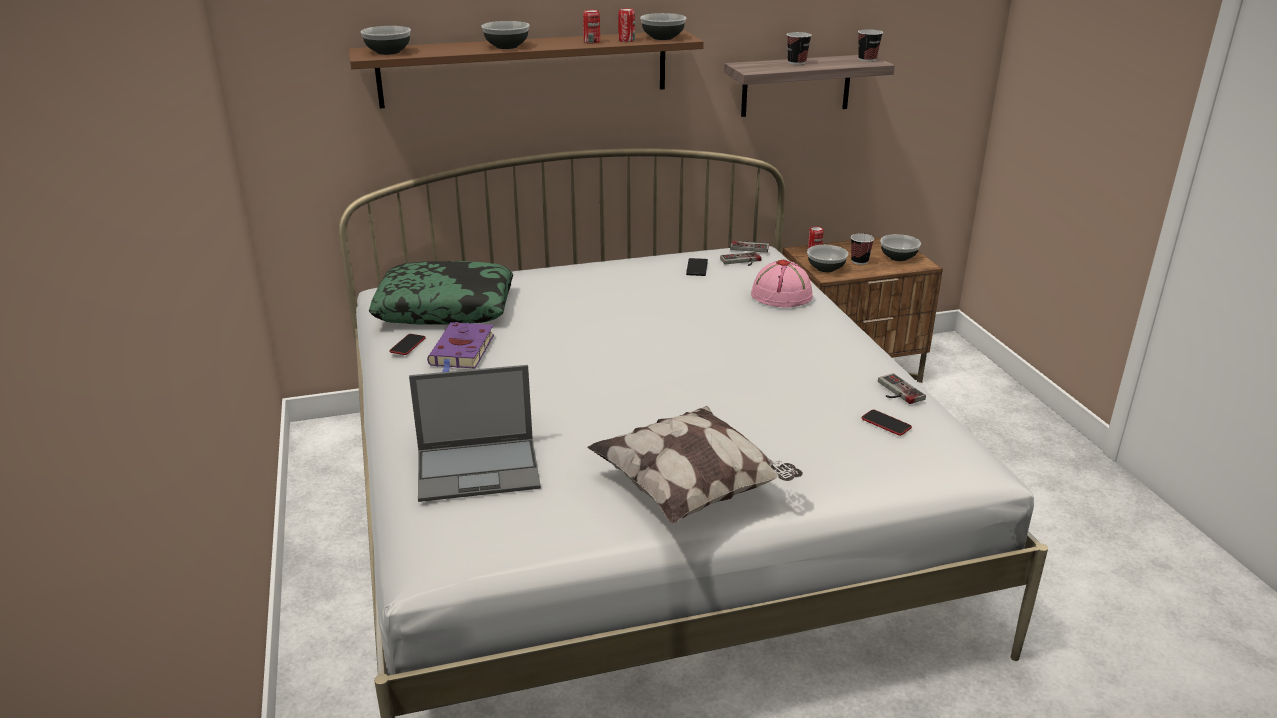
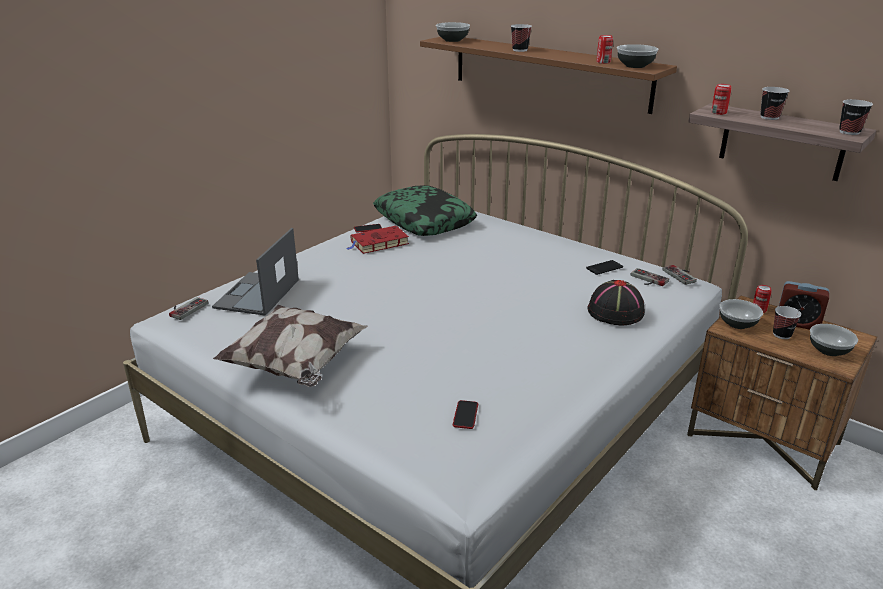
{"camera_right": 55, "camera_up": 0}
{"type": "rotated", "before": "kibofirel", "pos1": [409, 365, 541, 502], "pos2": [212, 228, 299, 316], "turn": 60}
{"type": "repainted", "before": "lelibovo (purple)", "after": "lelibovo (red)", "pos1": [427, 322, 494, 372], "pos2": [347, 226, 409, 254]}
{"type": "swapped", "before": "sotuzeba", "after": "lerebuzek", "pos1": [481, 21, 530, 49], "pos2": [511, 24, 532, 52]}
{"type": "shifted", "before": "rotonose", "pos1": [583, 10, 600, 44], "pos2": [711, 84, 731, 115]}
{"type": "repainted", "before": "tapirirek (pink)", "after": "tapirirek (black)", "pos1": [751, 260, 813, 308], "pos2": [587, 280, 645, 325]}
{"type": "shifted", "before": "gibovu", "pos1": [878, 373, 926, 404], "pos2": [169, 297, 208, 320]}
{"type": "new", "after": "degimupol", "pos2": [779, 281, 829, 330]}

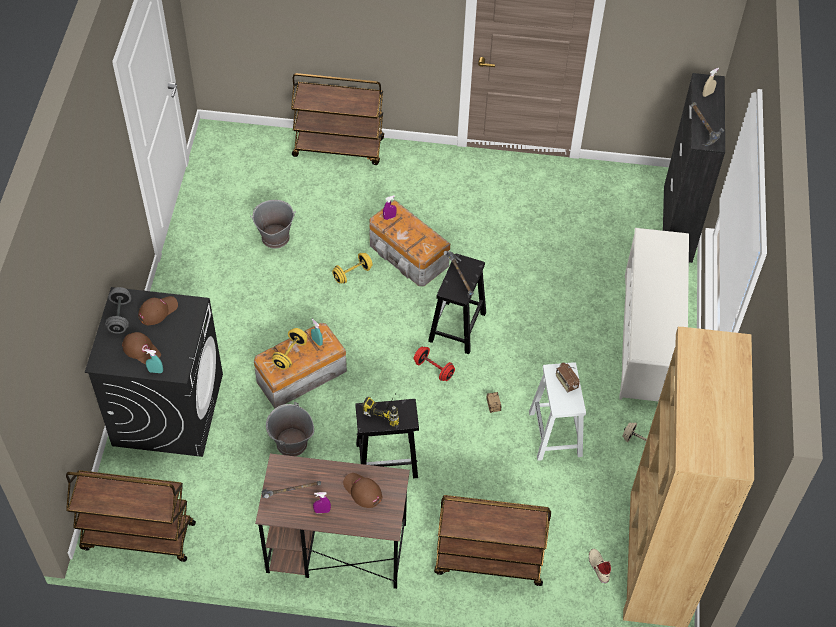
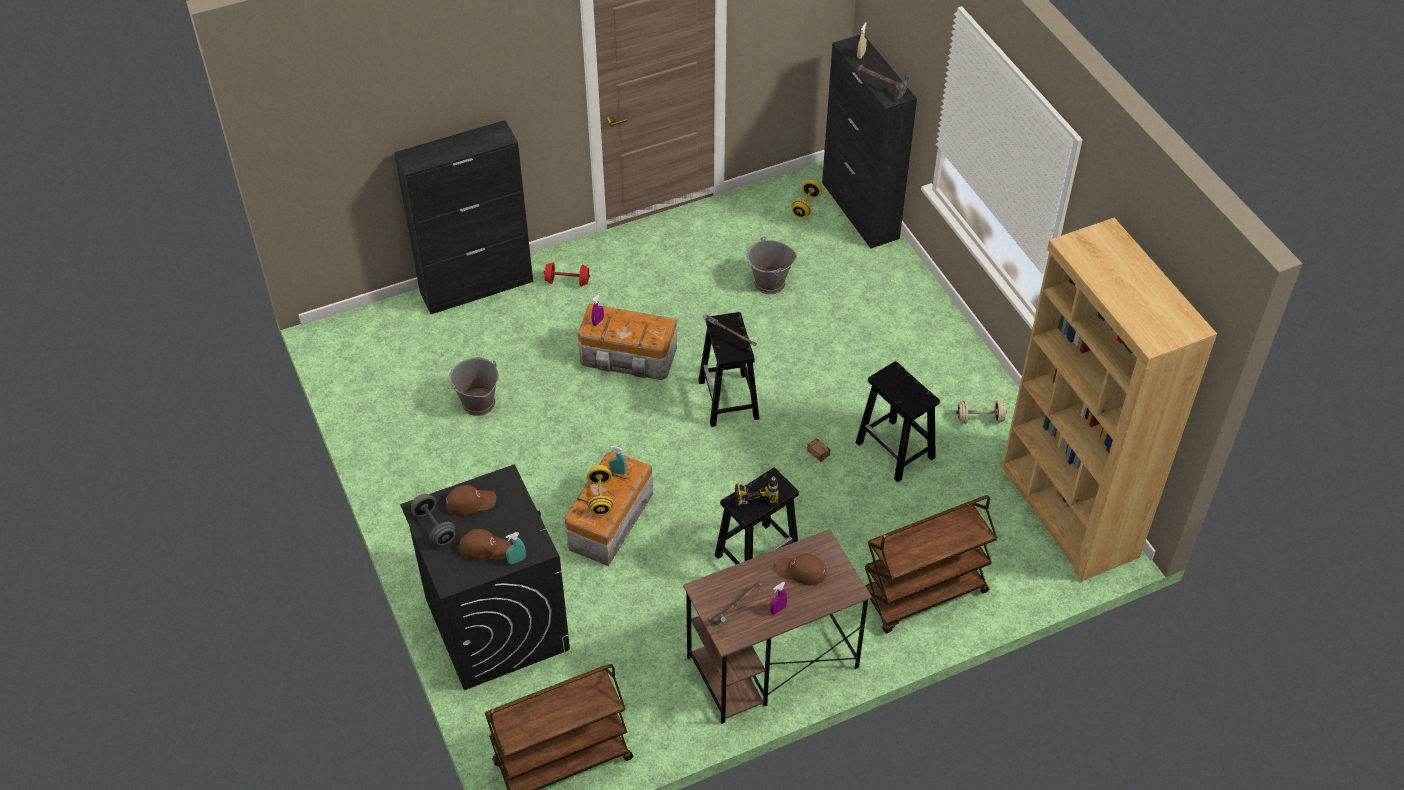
{"camera_right": -30, "camera_up": -5}
{"type": "rotated", "before": "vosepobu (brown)", "pos1": [138, 296, 178, 325], "pos2": [446, 485, 496, 516], "turn": 60}
{"type": "shifted", "before": "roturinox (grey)", "pos1": [266, 402, 314, 456], "pos2": [747, 237, 797, 294]}
{"type": "swapped", "before": "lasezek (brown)", "after": "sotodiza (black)", "pos1": [291, 73, 384, 165], "pos2": [394, 120, 533, 314]}
{"type": "shifted", "before": "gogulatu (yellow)", "pos1": [332, 253, 373, 284], "pos2": [791, 180, 822, 218]}
{"type": "shifted", "before": "gogulatu (red)", "pos1": [414, 347, 455, 381], "pos2": [544, 262, 590, 286]}
{"type": "repainted", "before": "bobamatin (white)", "after": "bobamatin (black)", "pos1": [529, 362, 586, 461], "pos2": [855, 361, 940, 482]}
{"type": "gone", "before": "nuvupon", "pos1": [556, 362, 580, 392]}
{"type": "gone", "before": "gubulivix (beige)", "pos1": [589, 549, 611, 583]}
{"type": "gone", "before": "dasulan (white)", "pos1": [619, 228, 689, 402]}

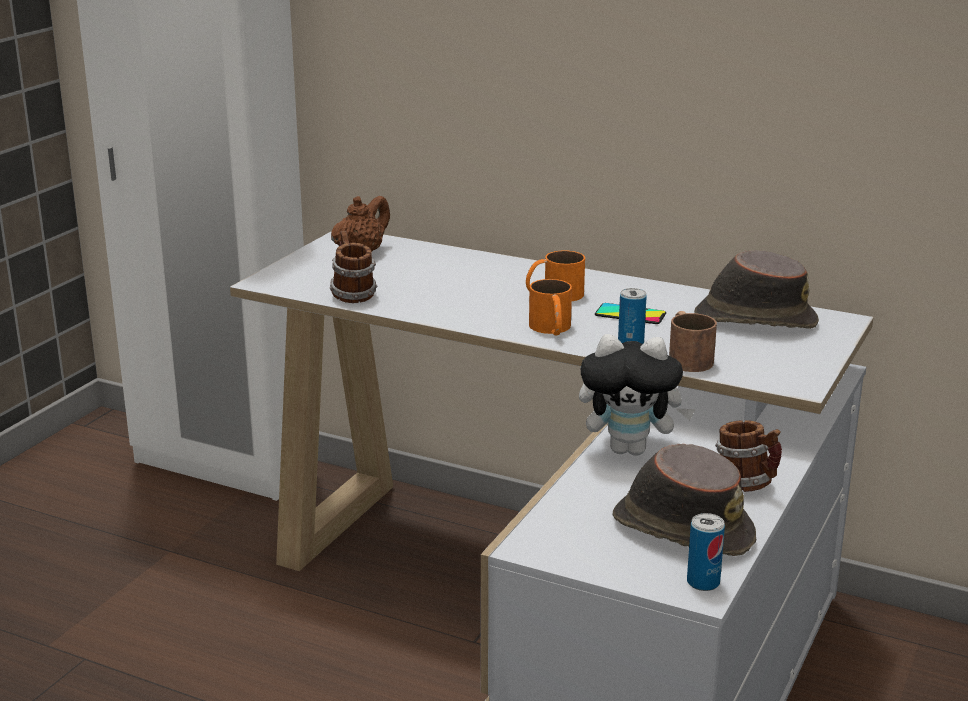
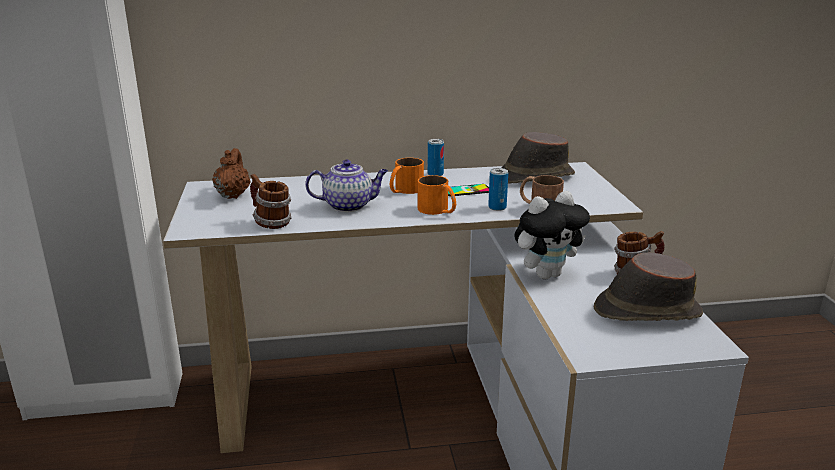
{"camera_right": -35, "camera_up": 0}
{"type": "shifted", "before": "rotonose", "pos1": [687, 513, 725, 591], "pos2": [428, 139, 444, 176]}
{"type": "new", "after": "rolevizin", "pos2": [305, 160, 388, 212]}

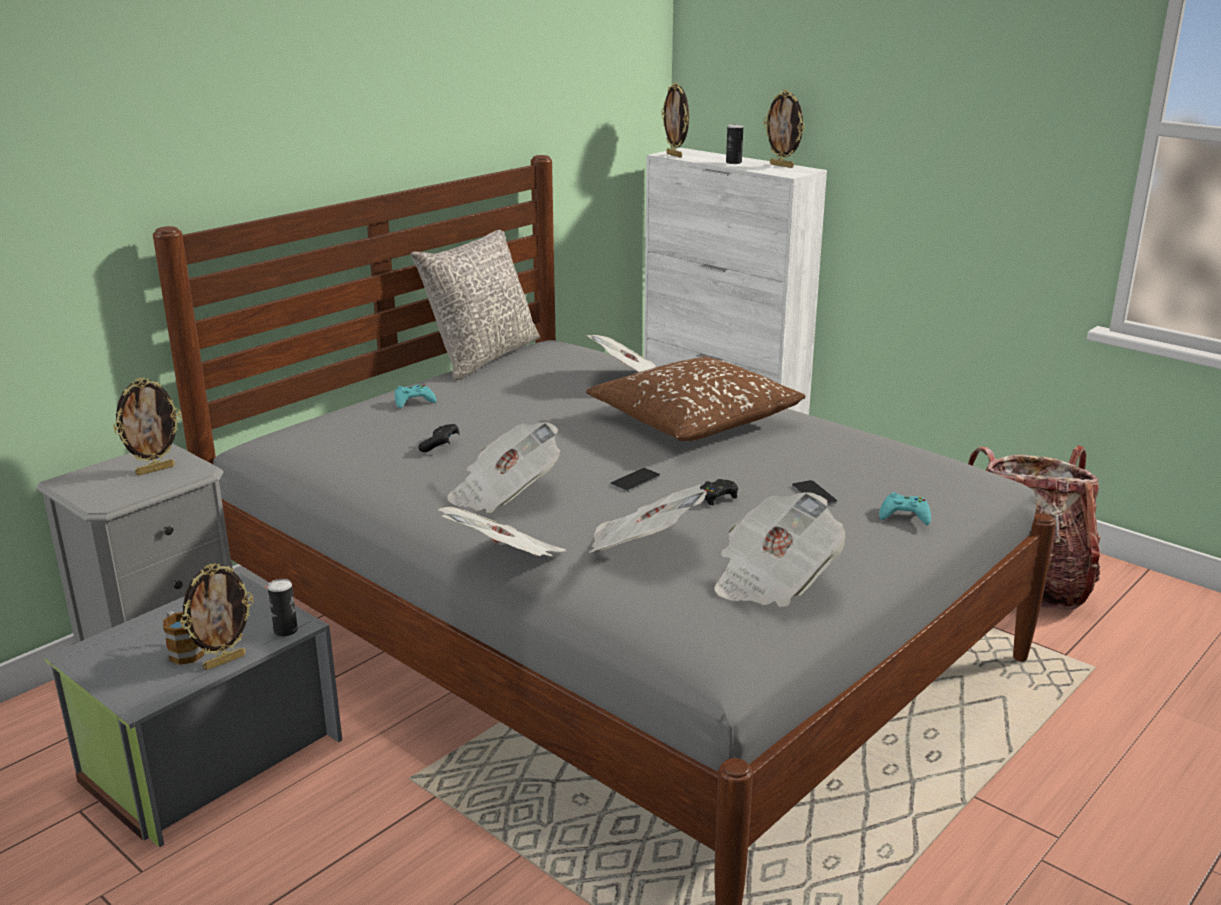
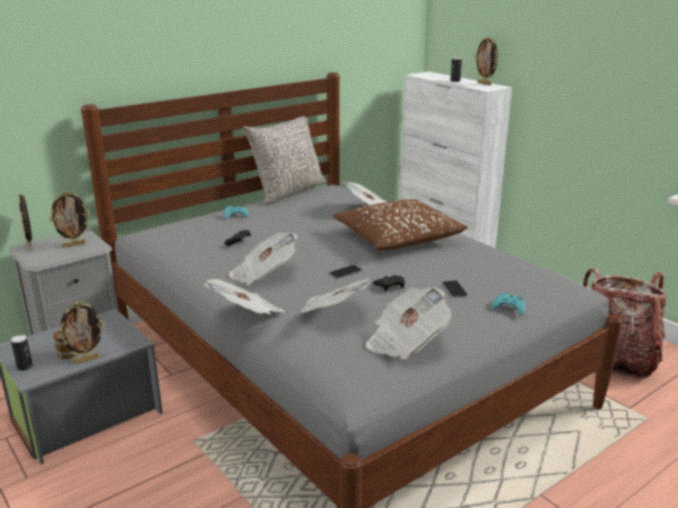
{"camera_right": 10, "camera_up": 0}
{"type": "shifted", "before": "rotonose", "pos1": [268, 579, 298, 637], "pos2": [11, 334, 33, 371]}
{"type": "shifted", "before": "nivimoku", "pos1": [661, 82, 689, 158], "pos2": [18, 192, 32, 252]}

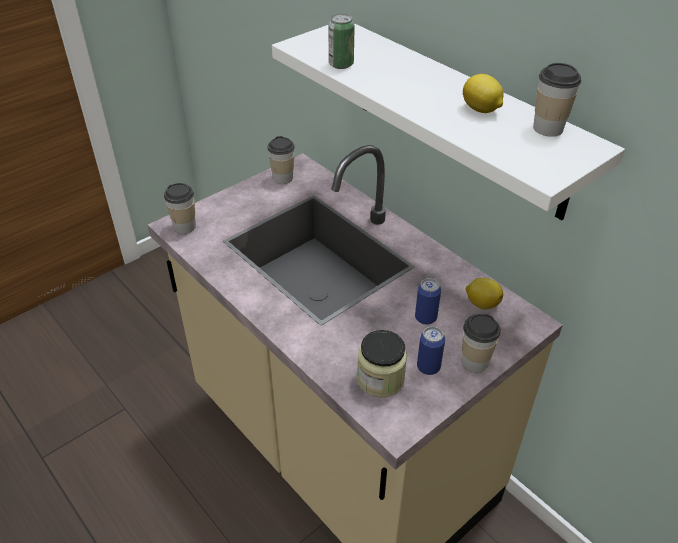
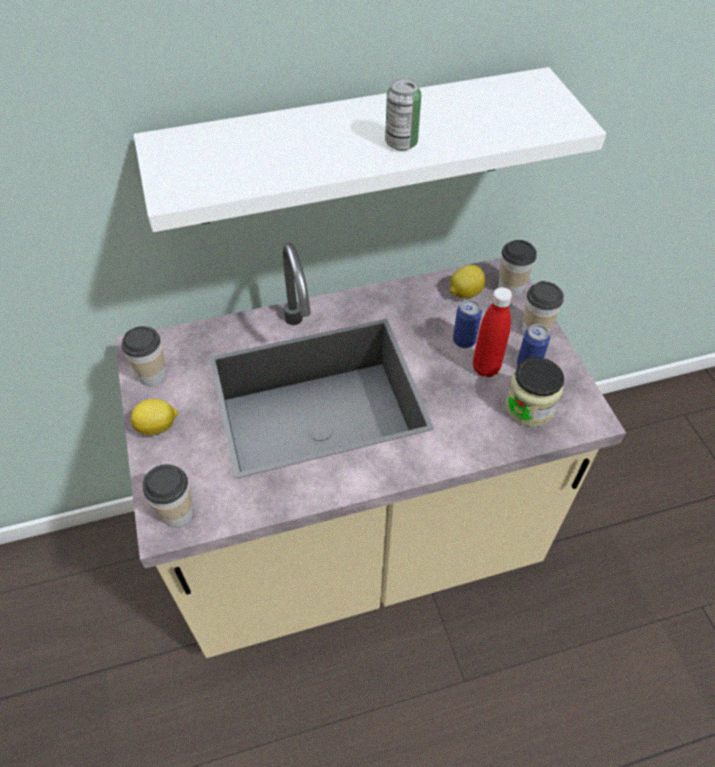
{"camera_right": -65, "camera_up": 10}
{"type": "shifted", "before": "rotonose", "pos1": [329, 14, 355, 69], "pos2": [385, 78, 421, 150]}
{"type": "shifted", "before": "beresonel", "pos1": [463, 74, 503, 113], "pos2": [131, 399, 178, 435]}
{"type": "shifted", "before": "lerebuzek", "pos1": [533, 63, 581, 137], "pos2": [498, 240, 537, 297]}
{"type": "new", "after": "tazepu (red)", "pos2": [473, 287, 513, 377]}

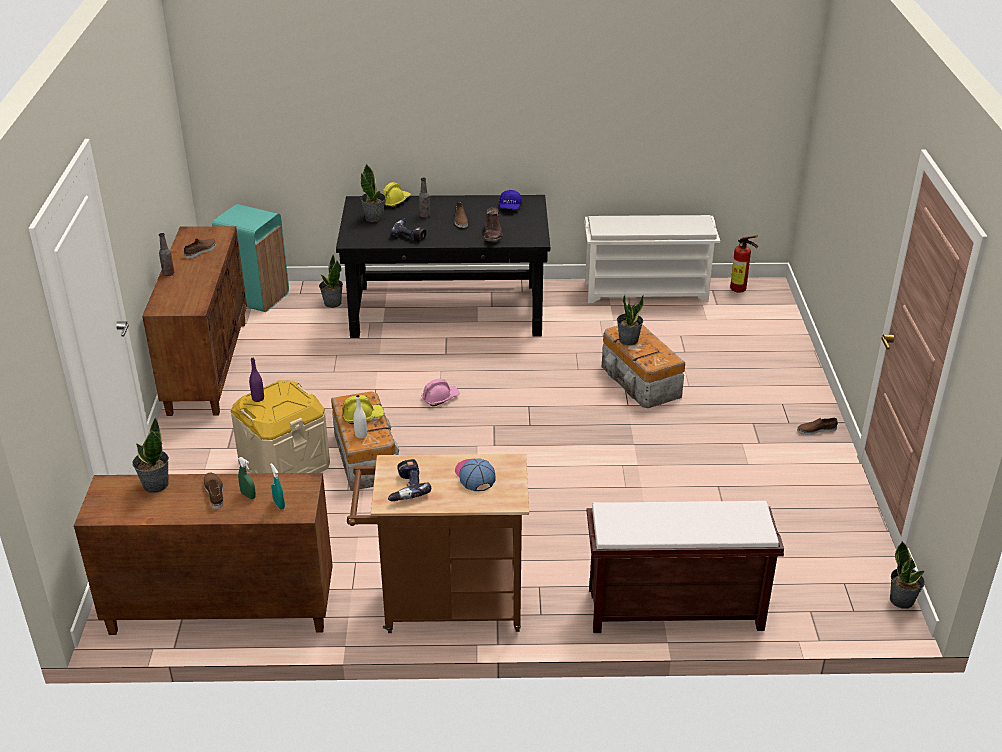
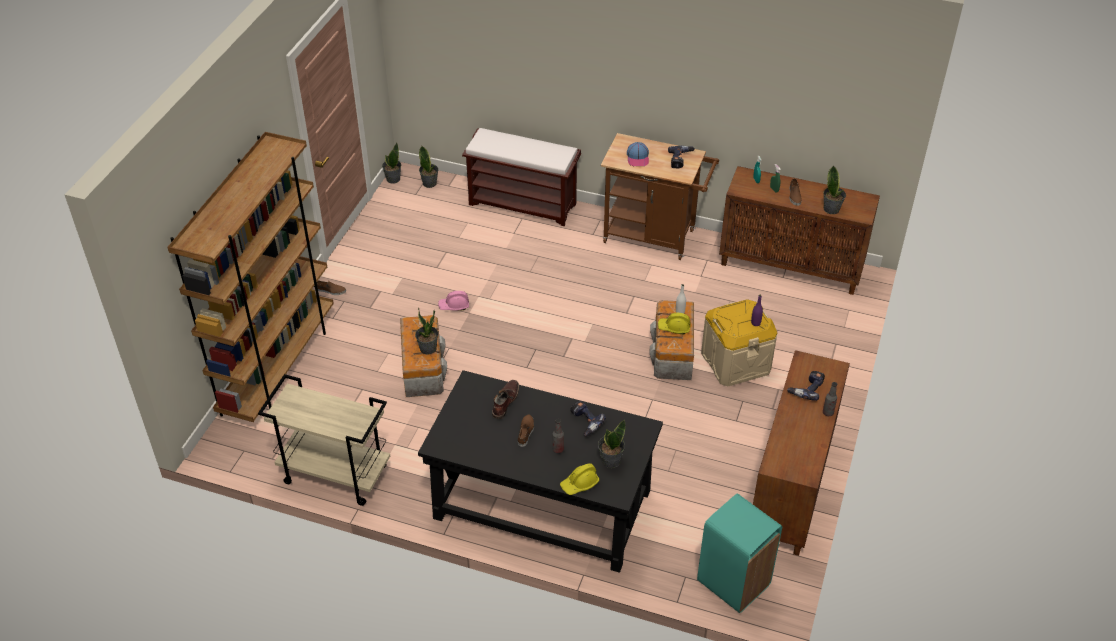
{"camera_right": -160, "camera_up": 10}
{"type": "gone", "before": "gubulivix (brown)", "pos1": [184, 238, 216, 258]}
{"type": "shifted", "before": "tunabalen", "pos1": [319, 255, 343, 308], "pos2": [419, 146, 439, 188]}
{"type": "shifted", "before": "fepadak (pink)", "pos1": [421, 379, 460, 406], "pos2": [438, 291, 469, 311]}
{"type": "gone", "before": "vosepobu (blue)", "pos1": [499, 190, 522, 209]}
{"type": "swapped", "before": "dasulan (white)", "after": "lasezek (beige)", "pos1": [584, 215, 720, 303], "pos2": [258, 374, 390, 506]}
{"type": "gone", "before": "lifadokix", "pos1": [730, 235, 758, 293]}
{"type": "new", "after": "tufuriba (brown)", "pos2": [167, 132, 334, 422]}
{"type": "new", "after": "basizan", "pos2": [787, 371, 825, 401]}

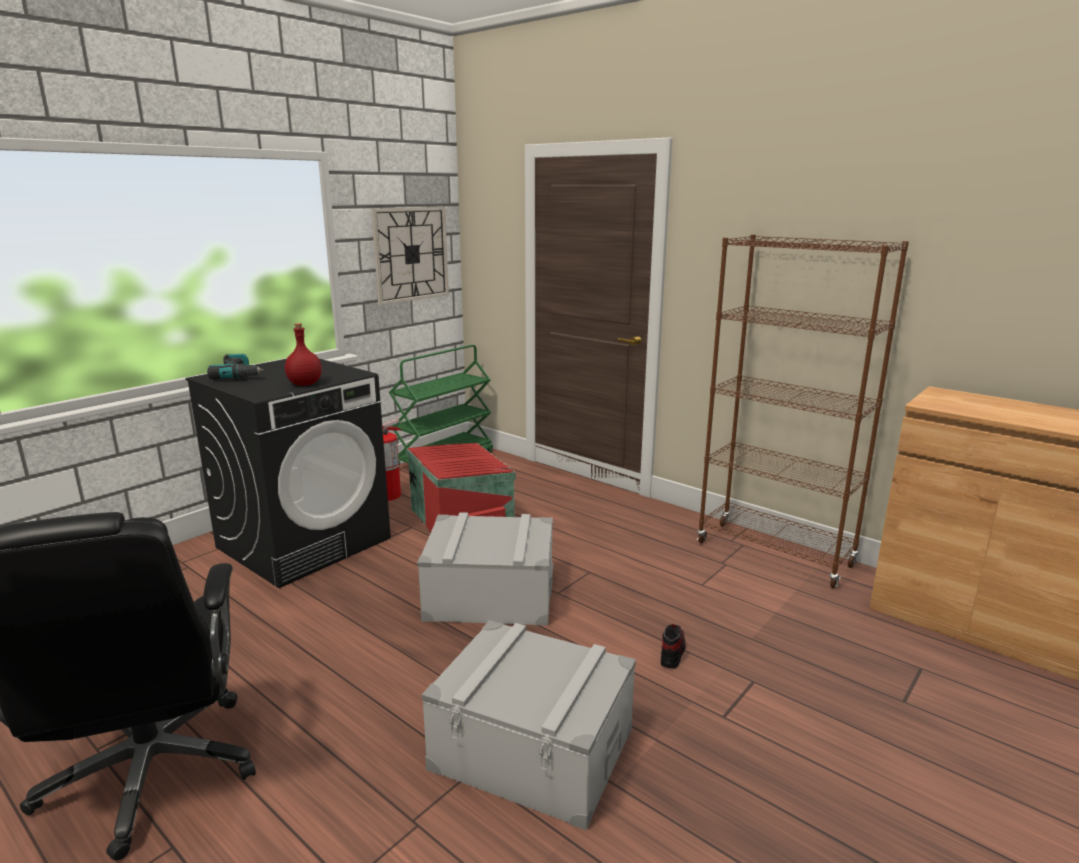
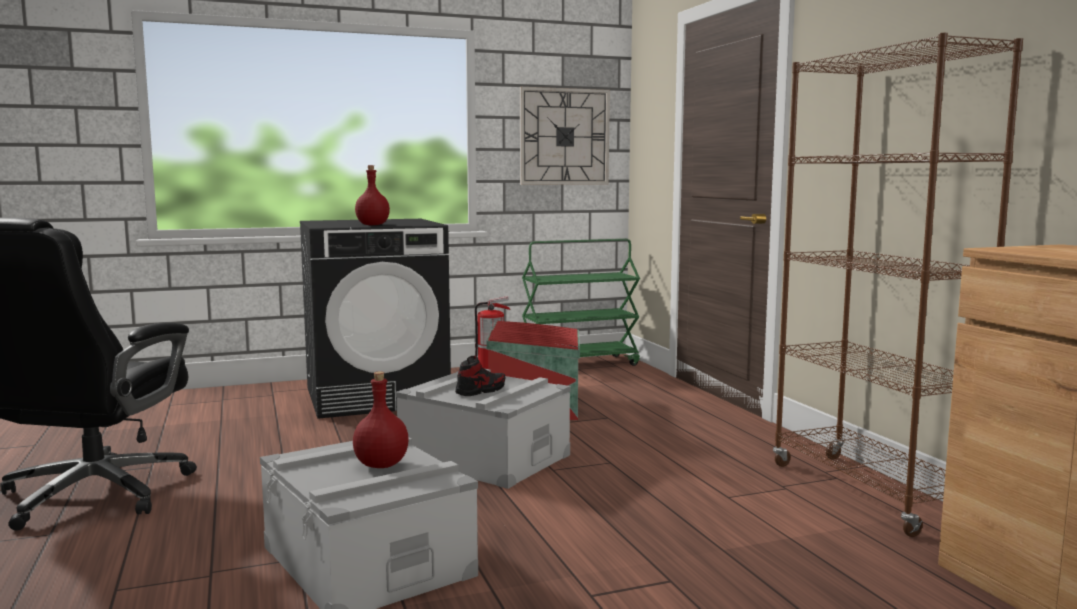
{"camera_right": 30, "camera_up": -10}
{"type": "gone", "before": "basizan", "pos1": [207, 354, 264, 380]}
{"type": "shifted", "before": "gubulivix", "pos1": [661, 624, 686, 669], "pos2": [455, 355, 505, 396]}
{"type": "new", "after": "tazepu (red)", "pos2": [353, 371, 409, 468]}

